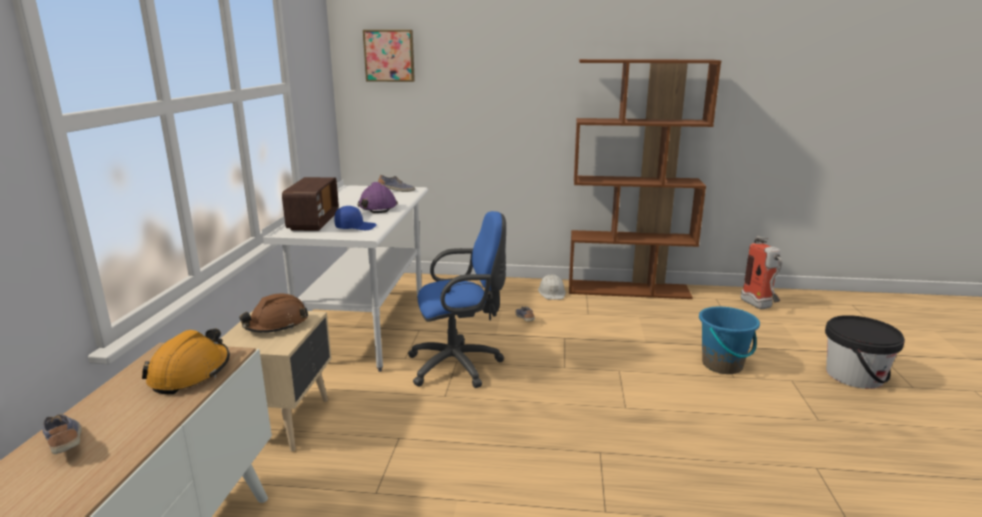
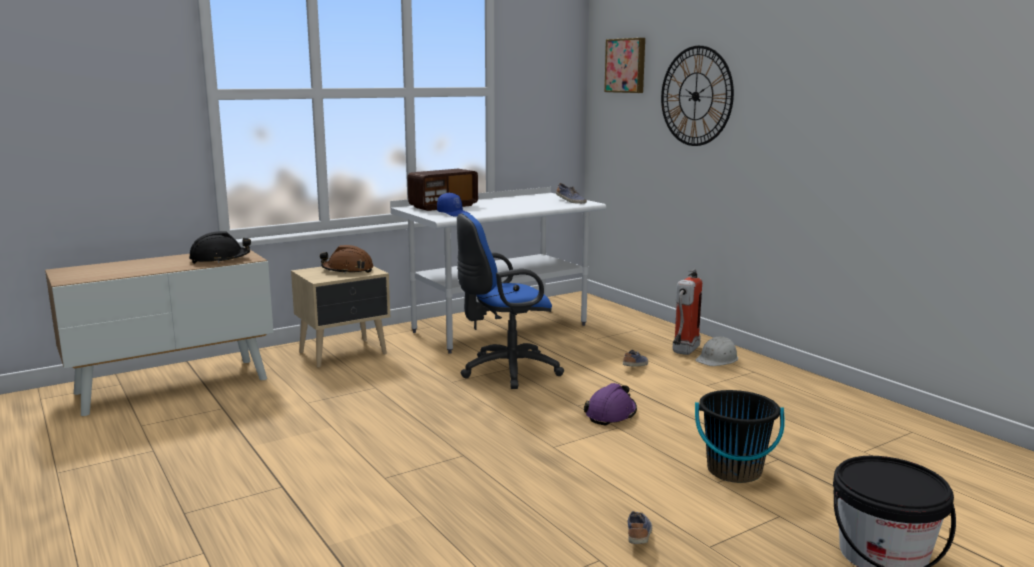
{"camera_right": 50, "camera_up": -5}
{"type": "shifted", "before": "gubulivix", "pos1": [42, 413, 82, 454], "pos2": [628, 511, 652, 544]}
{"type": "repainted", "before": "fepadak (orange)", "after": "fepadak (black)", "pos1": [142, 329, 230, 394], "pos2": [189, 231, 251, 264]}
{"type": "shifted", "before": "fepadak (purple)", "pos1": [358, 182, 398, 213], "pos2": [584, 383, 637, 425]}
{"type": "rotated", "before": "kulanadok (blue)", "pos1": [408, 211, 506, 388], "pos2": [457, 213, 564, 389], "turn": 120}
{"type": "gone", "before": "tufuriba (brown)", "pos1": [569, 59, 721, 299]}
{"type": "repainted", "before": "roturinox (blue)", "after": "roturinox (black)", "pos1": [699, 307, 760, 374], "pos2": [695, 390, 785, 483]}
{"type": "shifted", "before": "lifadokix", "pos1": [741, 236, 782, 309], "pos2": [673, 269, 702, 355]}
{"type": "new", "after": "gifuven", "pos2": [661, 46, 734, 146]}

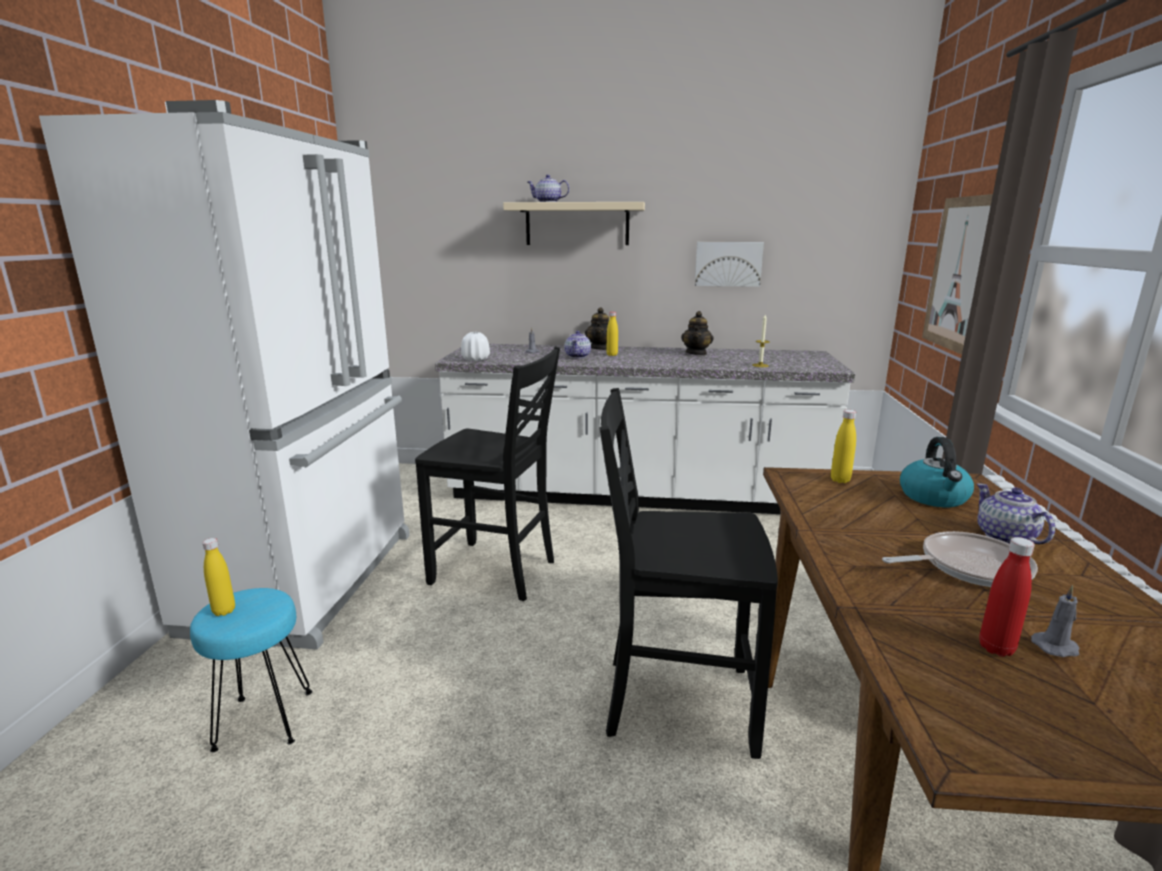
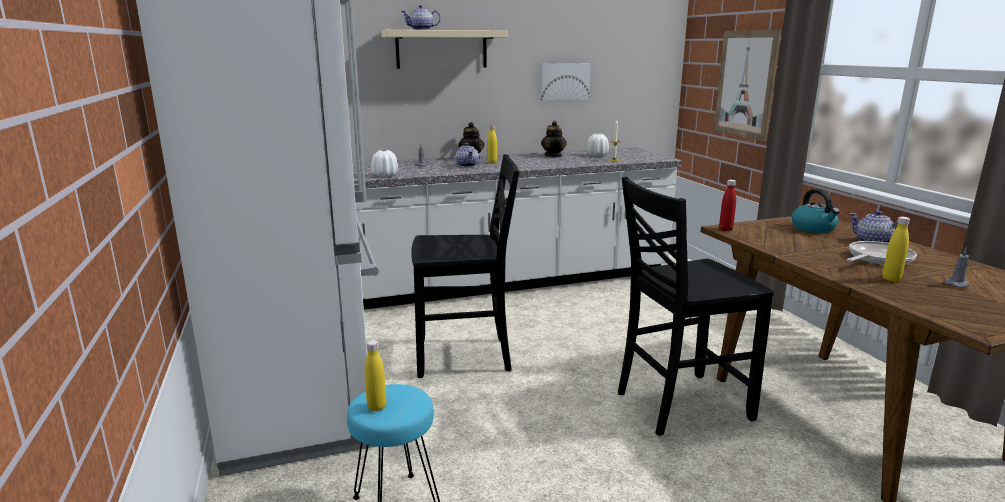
{"camera_right": -25, "camera_up": 0}
{"type": "shifted", "before": "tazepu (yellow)", "pos1": [831, 410, 856, 483], "pos2": [882, 217, 910, 282]}
{"type": "shifted", "before": "tazepu (red)", "pos1": [979, 537, 1035, 657], "pos2": [719, 180, 736, 231]}
{"type": "new", "after": "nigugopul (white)", "pos2": [586, 133, 609, 156]}

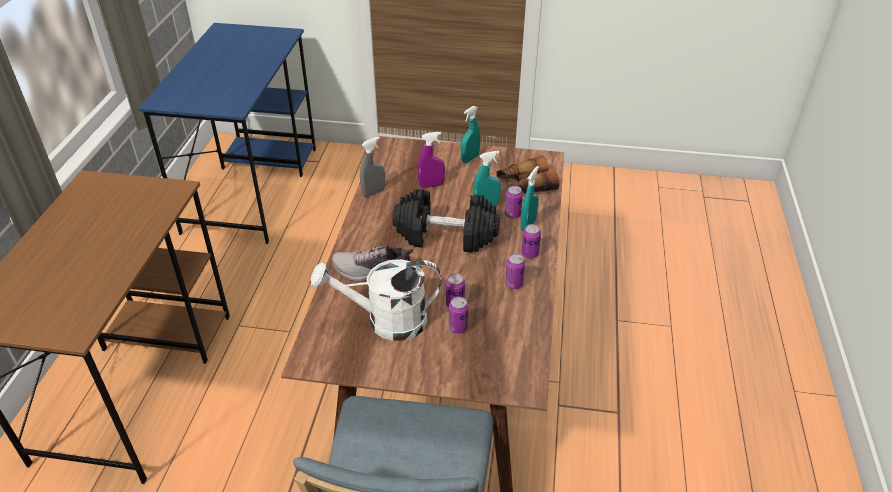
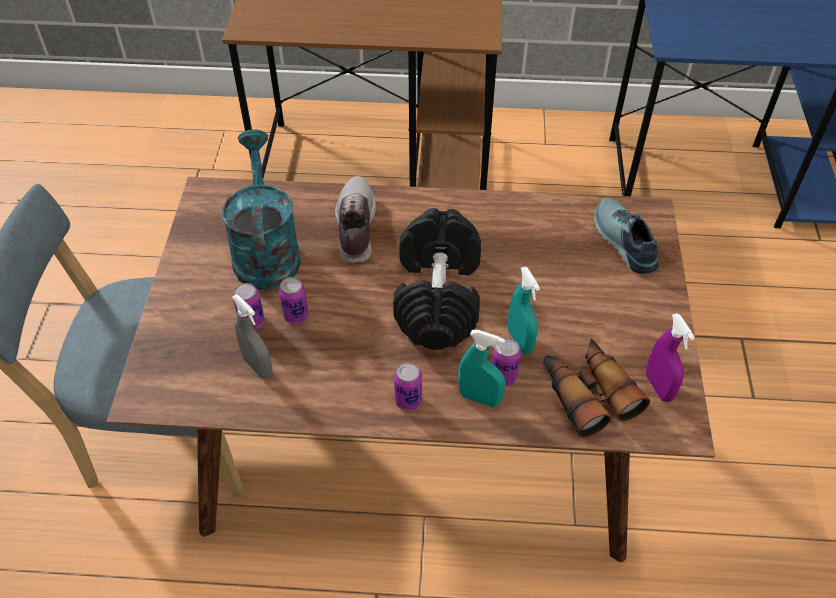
{"camera_right": 85, "camera_up": 10}
{"type": "repainted", "before": "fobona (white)", "after": "fobona (turquoise)", "pos1": [311, 259, 442, 341], "pos2": [222, 129, 301, 290]}
{"type": "shifted", "before": "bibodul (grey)", "pos1": [360, 137, 385, 197], "pos2": [232, 294, 272, 379]}
{"type": "shifted", "before": "bibodul (purple)", "pos1": [418, 132, 445, 188], "pos2": [646, 313, 695, 402]}
{"type": "gone", "before": "bibodul (turquoise)", "pos1": [461, 106, 480, 163]}
{"type": "gone", "before": "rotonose", "pos1": [505, 254, 525, 289]}
{"type": "new", "after": "gubulivix", "pos2": [594, 198, 659, 274]}

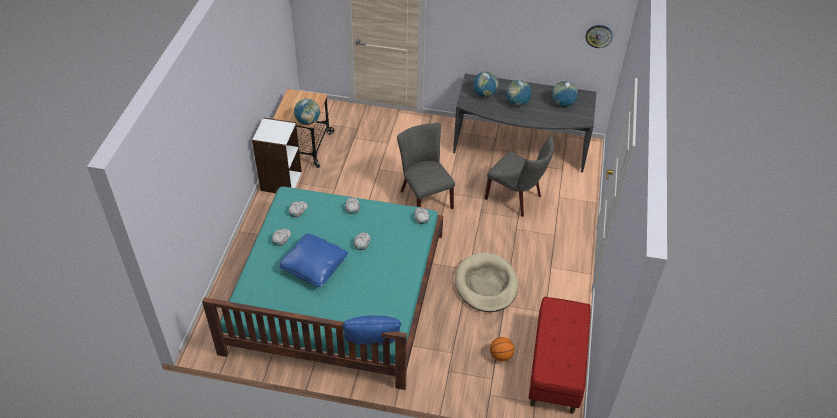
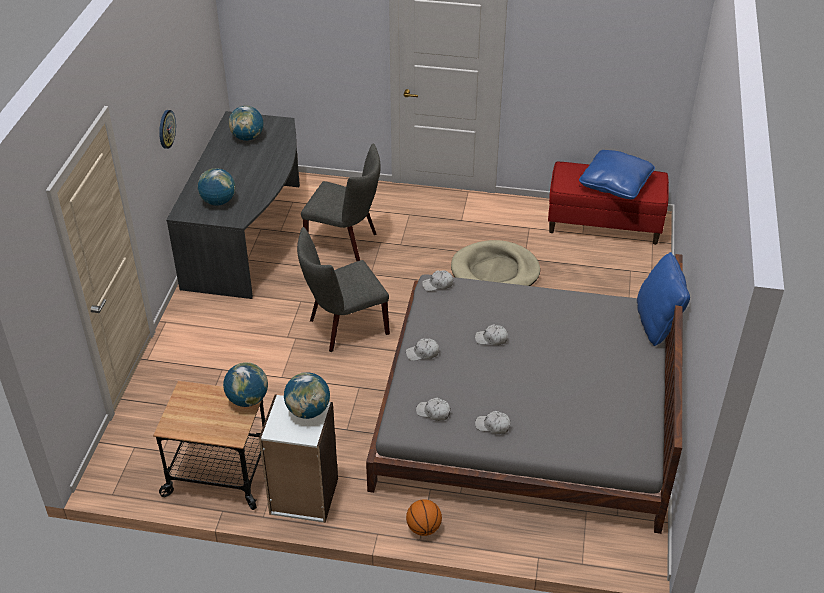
{"camera_right": -90, "camera_up": -5}
{"type": "repainted", "before": "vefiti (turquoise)", "after": "vefiti (grey)", "pos1": [202, 187, 443, 390], "pos2": [366, 254, 682, 534]}
{"type": "shifted", "before": "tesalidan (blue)", "pos1": [279, 233, 348, 287], "pos2": [579, 150, 655, 199]}
{"type": "rotated", "before": "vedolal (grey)", "pos1": [484, 135, 554, 217], "pos2": [301, 144, 380, 261], "turn": 75}
{"type": "shifted", "before": "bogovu", "pos1": [490, 337, 514, 362], "pos2": [406, 499, 442, 536]}
{"type": "shifted", "before": "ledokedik", "pos1": [506, 80, 531, 106], "pos2": [284, 372, 330, 419]}
{"type": "shifted", "before": "gifuven", "pos1": [585, 25, 613, 48], "pos2": [159, 110, 176, 149]}

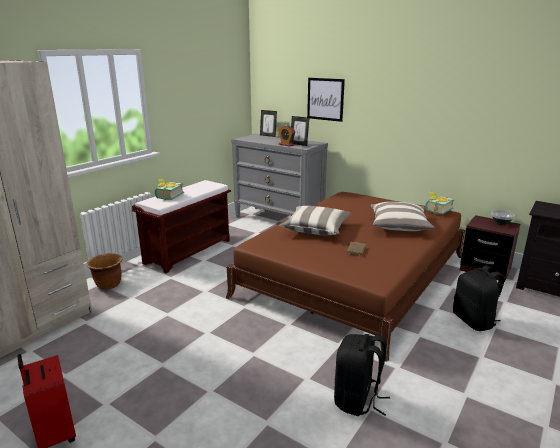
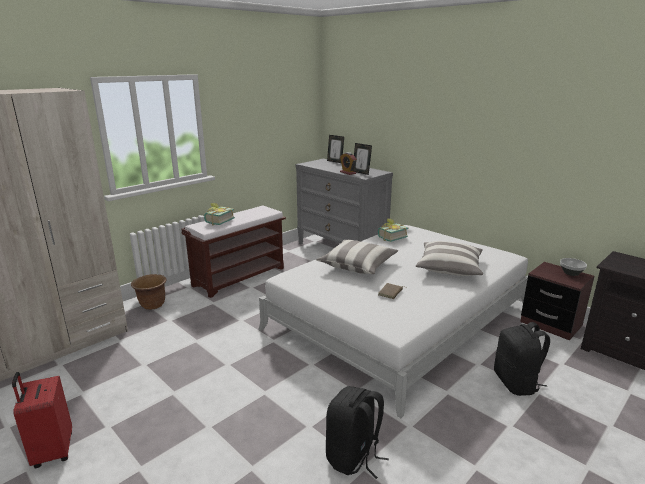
{"camera_right": 10, "camera_up": 0}
{"type": "repainted", "before": "vefiti (brown)", "after": "vefiti (white)", "pos1": [226, 192, 465, 362], "pos2": [258, 225, 528, 418]}
{"type": "gone", "before": "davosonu", "pos1": [307, 78, 345, 122]}
{"type": "shifted", "before": "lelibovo", "pos1": [425, 191, 455, 214], "pos2": [378, 218, 408, 242]}

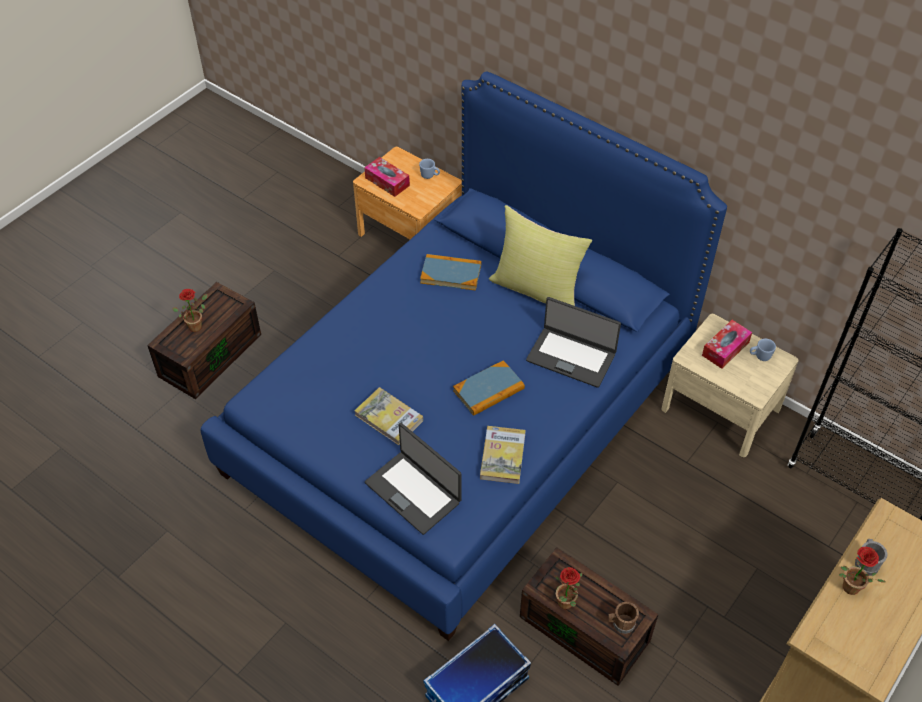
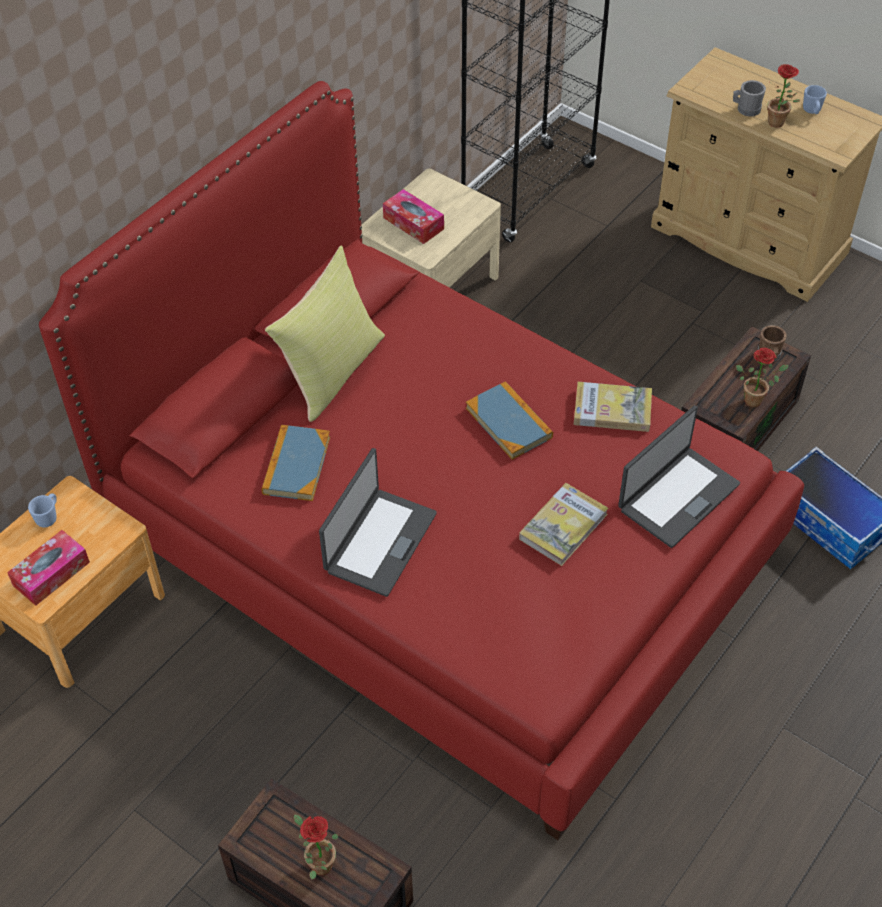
{"camera_right": -90, "camera_up": 0}
{"type": "repainted", "before": "vefiti (blue)", "after": "vefiti (red)", "pos1": [200, 72, 727, 641], "pos2": [39, 81, 804, 840]}
{"type": "shifted", "before": "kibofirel", "pos1": [526, 297, 621, 388], "pos2": [319, 448, 437, 597]}
{"type": "shifted", "before": "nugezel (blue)", "pos1": [750, 339, 776, 361], "pos2": [803, 85, 827, 114]}

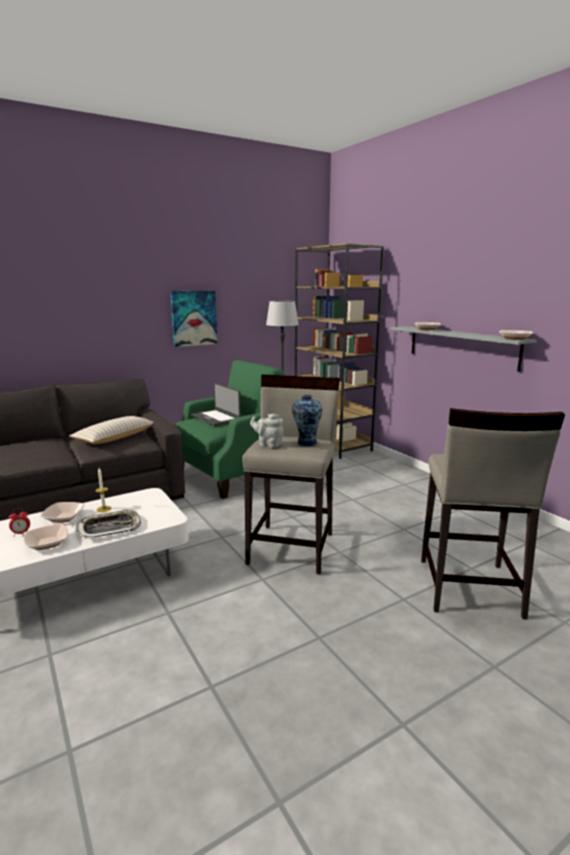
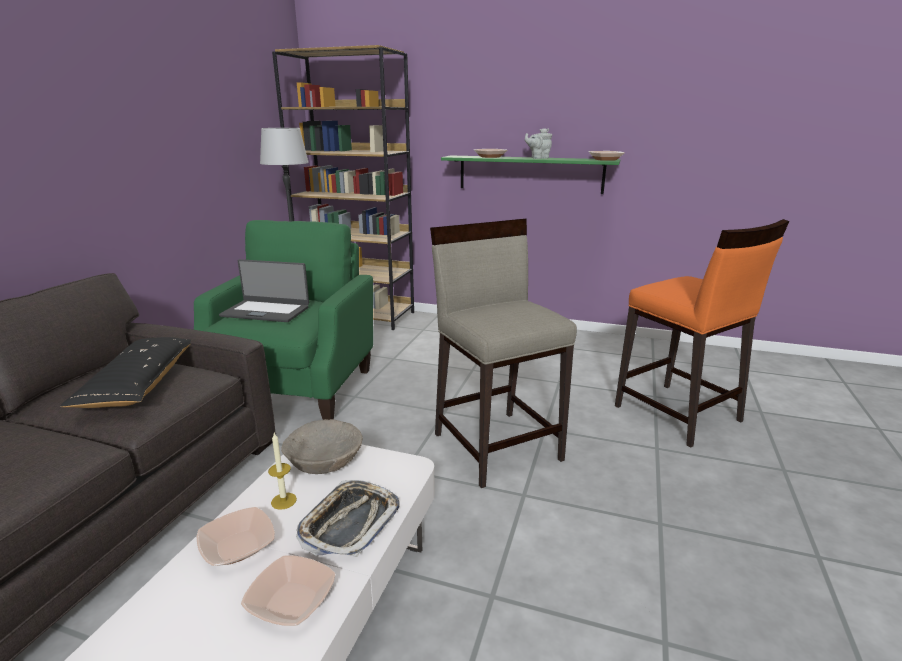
{"camera_right": -40, "camera_up": 5}
{"type": "gone", "before": "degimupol", "pos1": [8, 508, 30, 537]}
{"type": "repainted", "before": "tesalidan (beige)", "after": "tesalidan (black)", "pos1": [69, 416, 154, 444], "pos2": [60, 337, 191, 408]}
{"type": "gone", "before": "davosonu", "pos1": [170, 291, 217, 347]}
{"type": "shifted", "before": "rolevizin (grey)", "pos1": [250, 413, 284, 448], "pos2": [525, 128, 552, 159]}
{"type": "gone", "before": "nigugopul", "pos1": [292, 394, 322, 446]}
{"type": "repainted", "before": "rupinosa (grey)", "after": "rupinosa (green)", "pos1": [390, 326, 537, 372], "pos2": [441, 155, 620, 194]}
{"type": "repainted", "before": "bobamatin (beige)", "after": "bobamatin (orange)", "pos1": [421, 408, 565, 620], "pos2": [615, 219, 789, 448]}
{"type": "new", "after": "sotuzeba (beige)", "pos2": [281, 419, 363, 474]}

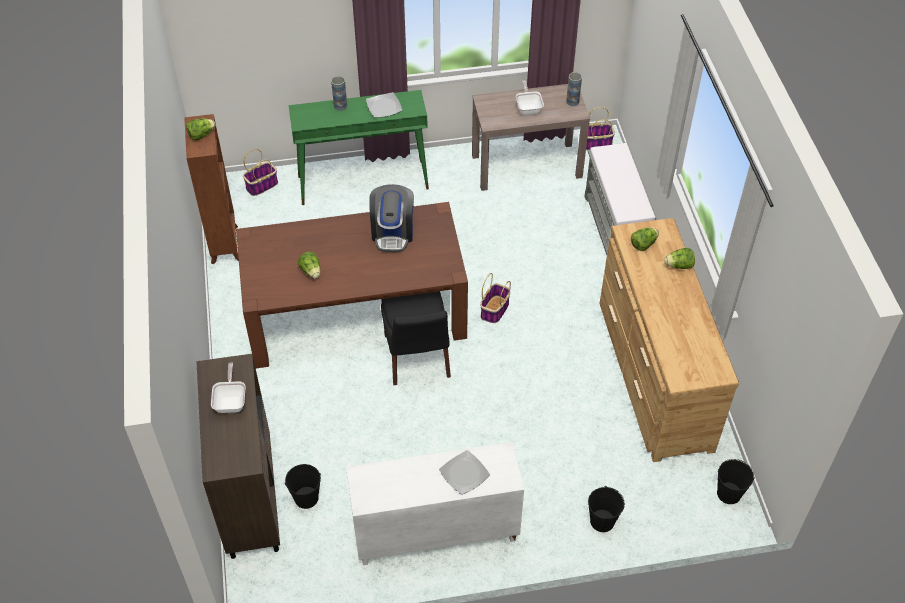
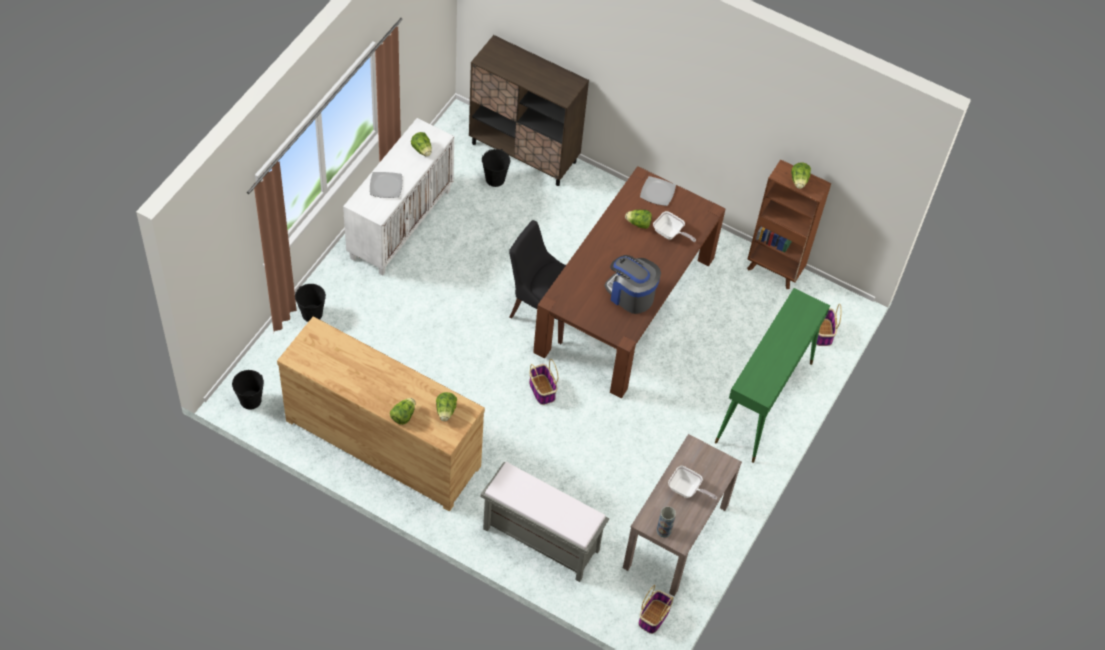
{"camera_right": 125, "camera_up": 5}
{"type": "shifted", "before": "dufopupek", "pos1": [211, 362, 246, 413], "pos2": [653, 211, 696, 242]}
{"type": "gone", "before": "nigugopul", "pos1": [331, 76, 347, 111]}
{"type": "shifted", "before": "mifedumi", "pos1": [366, 92, 402, 118], "pos2": [640, 176, 676, 206]}
{"type": "new", "after": "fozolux", "pos2": [411, 132, 432, 157]}

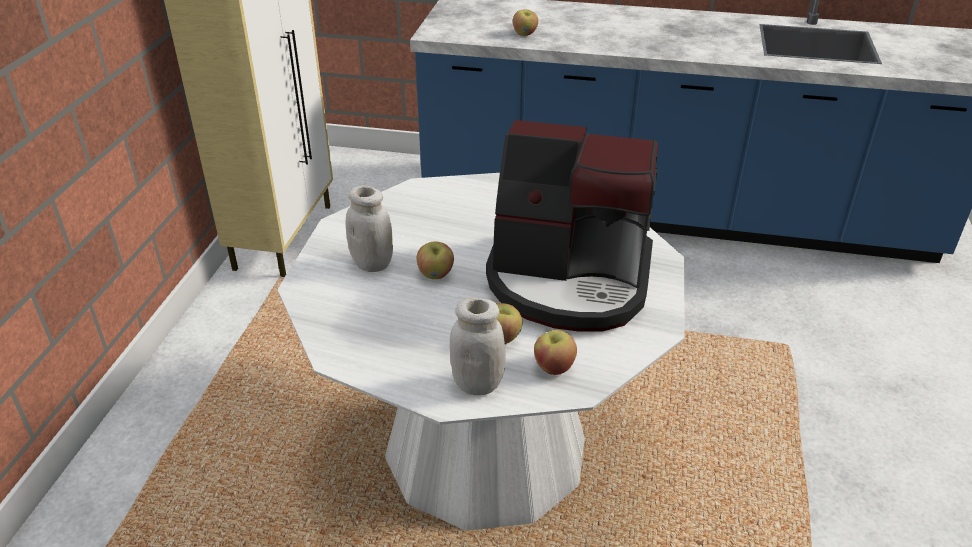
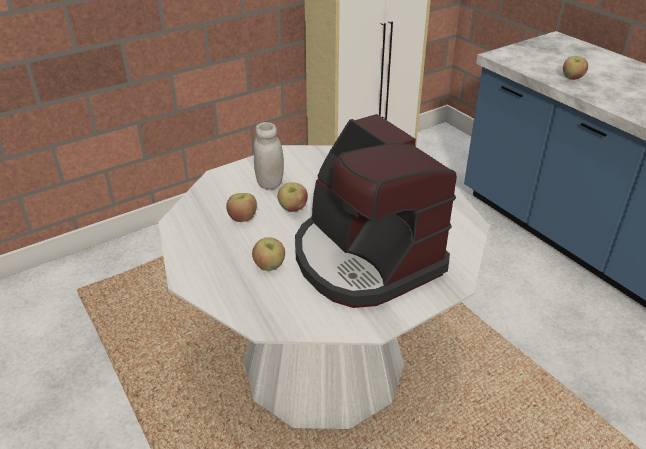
{"camera_right": 45, "camera_up": 0}
{"type": "gone", "before": "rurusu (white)", "pos1": [450, 298, 506, 395]}
{"type": "shifted", "before": "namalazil", "pos1": [534, 330, 577, 375], "pos2": [226, 193, 257, 222]}

